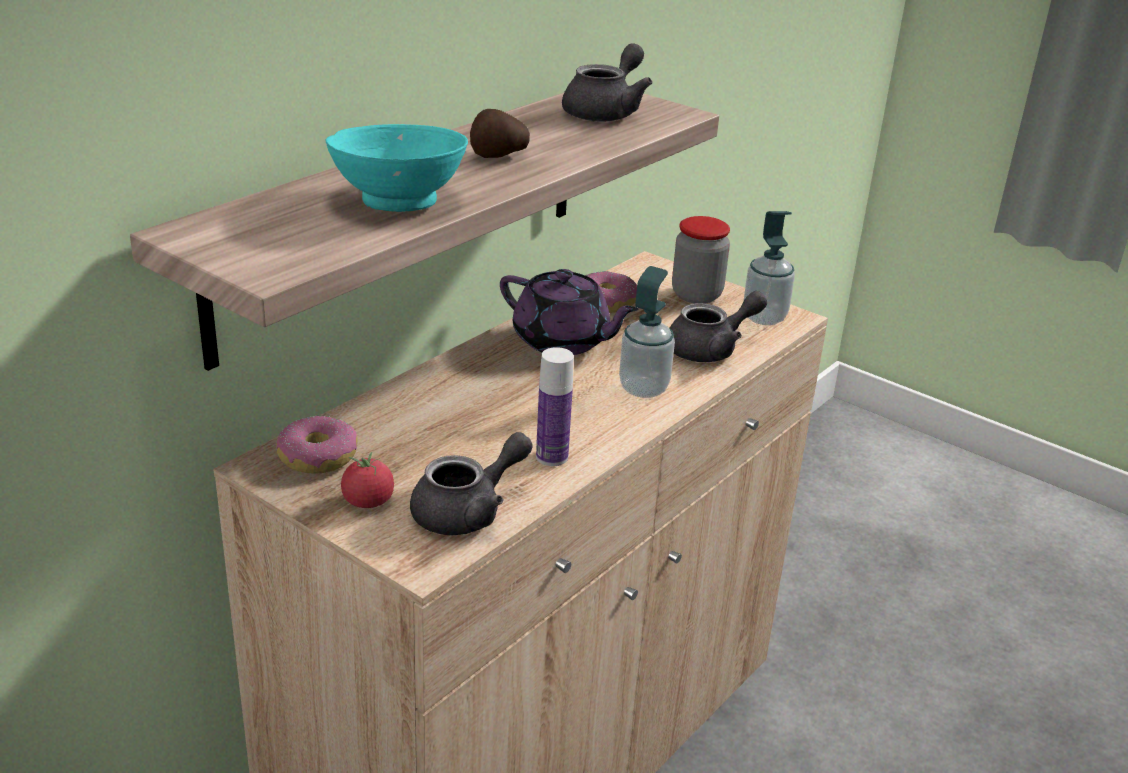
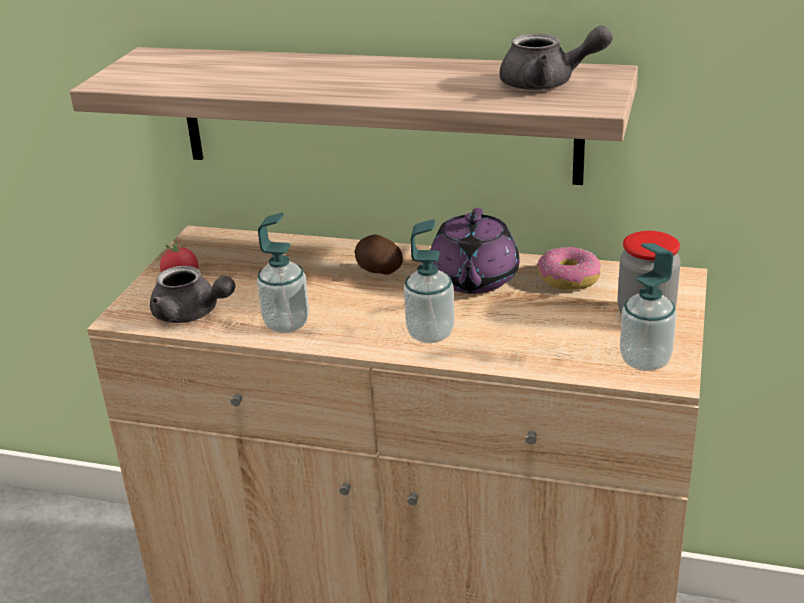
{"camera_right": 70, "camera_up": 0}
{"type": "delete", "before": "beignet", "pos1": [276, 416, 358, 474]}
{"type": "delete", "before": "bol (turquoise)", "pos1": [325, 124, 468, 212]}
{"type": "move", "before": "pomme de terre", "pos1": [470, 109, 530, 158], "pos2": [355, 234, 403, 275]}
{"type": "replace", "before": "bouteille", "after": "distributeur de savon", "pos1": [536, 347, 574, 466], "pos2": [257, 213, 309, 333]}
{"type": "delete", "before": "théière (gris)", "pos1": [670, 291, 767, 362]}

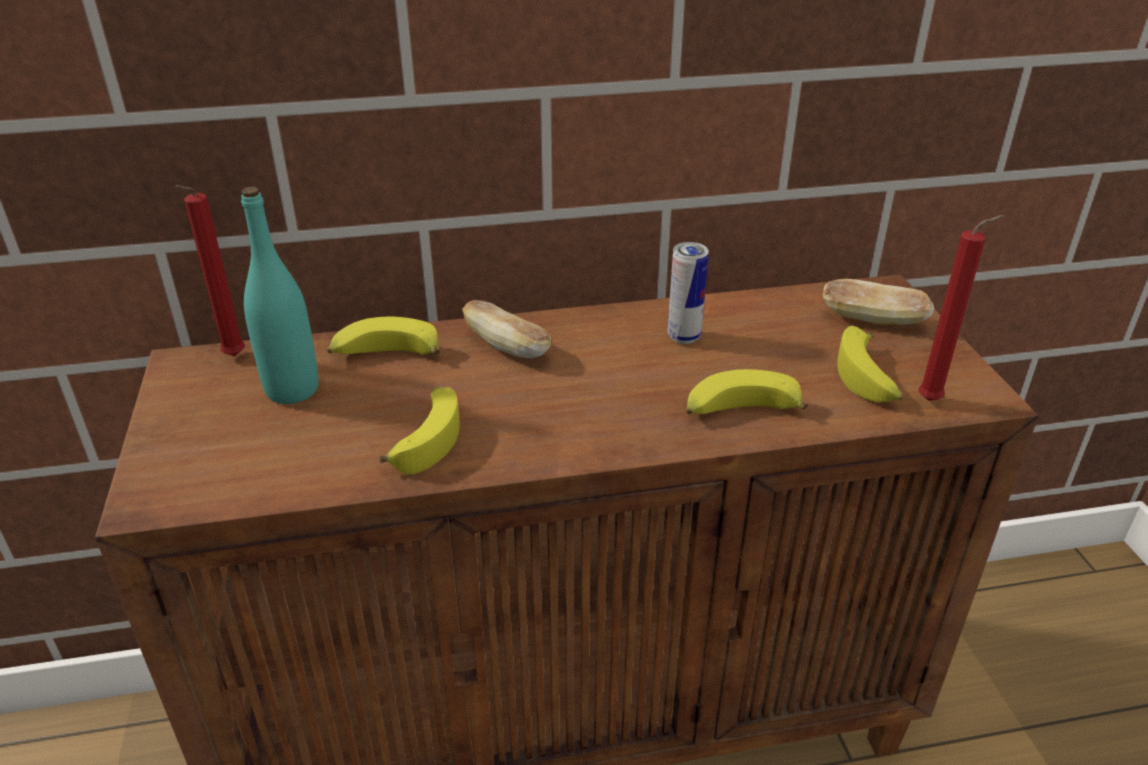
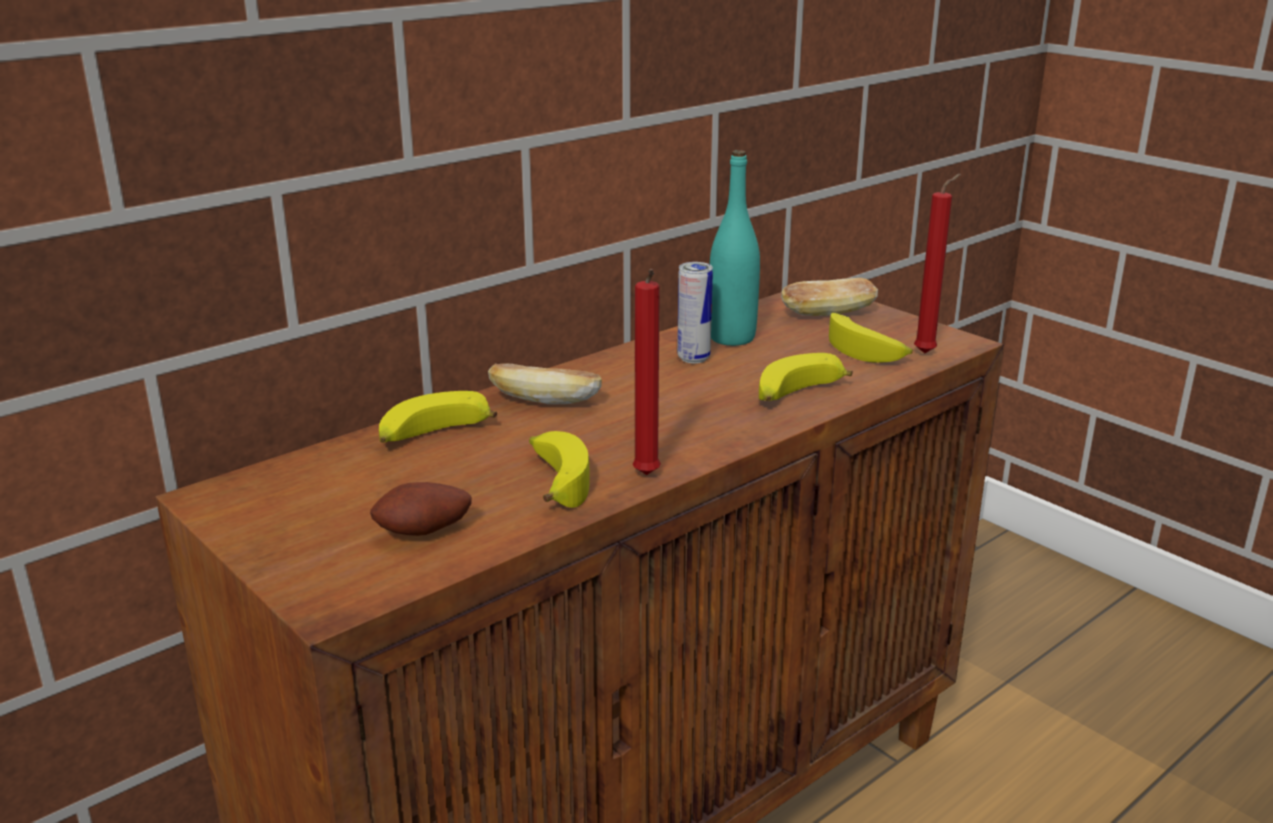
{"camera_right": -30, "camera_up": -10}
{"type": "move", "before": "bougie (rouge)", "pos1": [175, 185, 245, 356], "pos2": [633, 269, 661, 475]}
{"type": "move", "before": "bouteille (turquoise)", "pos1": [241, 187, 318, 404], "pos2": [710, 150, 760, 346]}
{"type": "insert", "after": "pomme de terre", "pos2": [370, 482, 472, 536]}

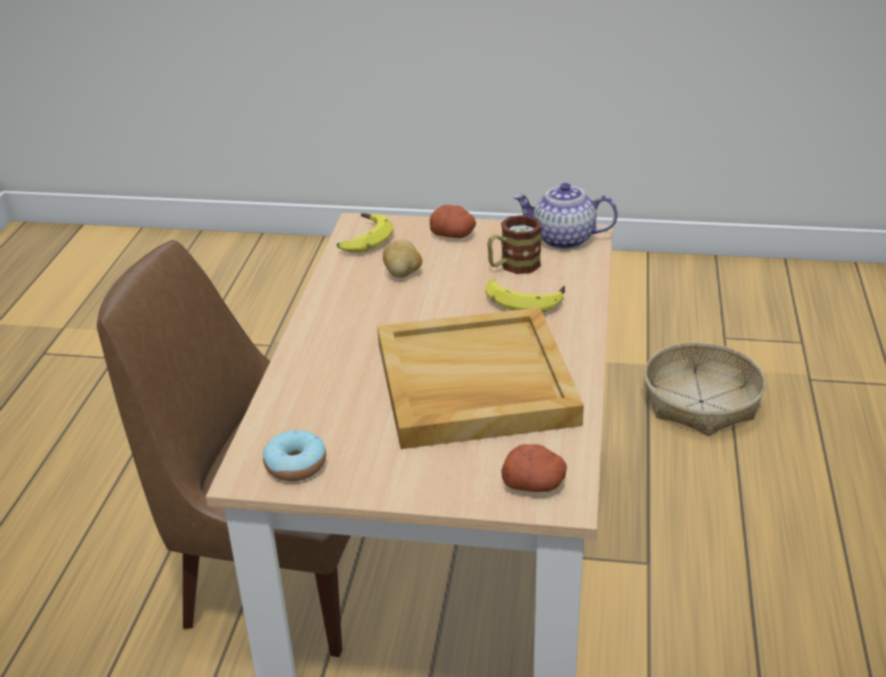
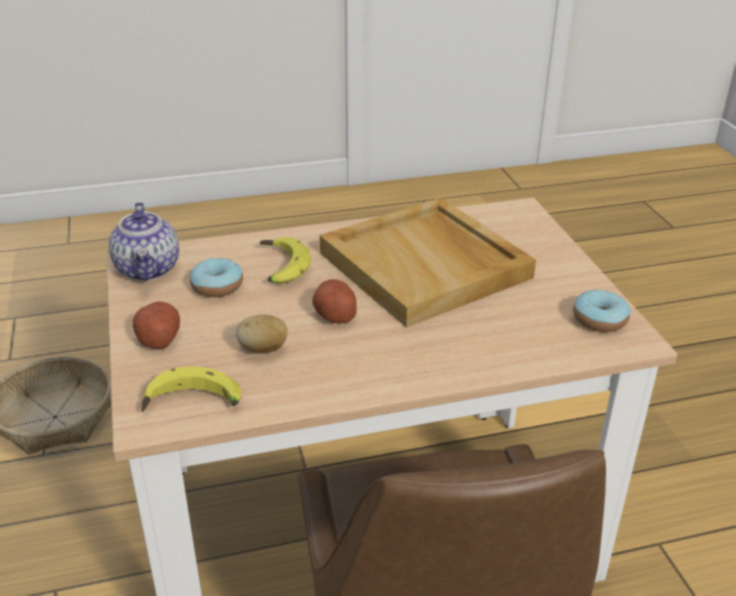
{"camera_right": -115, "camera_up": 0}
{"type": "replace", "before": "mug", "after": "beignet", "pos1": [487, 215, 542, 274], "pos2": [190, 258, 243, 297]}
{"type": "move", "before": "pomme de terre", "pos1": [501, 444, 567, 492], "pos2": [312, 279, 357, 324]}

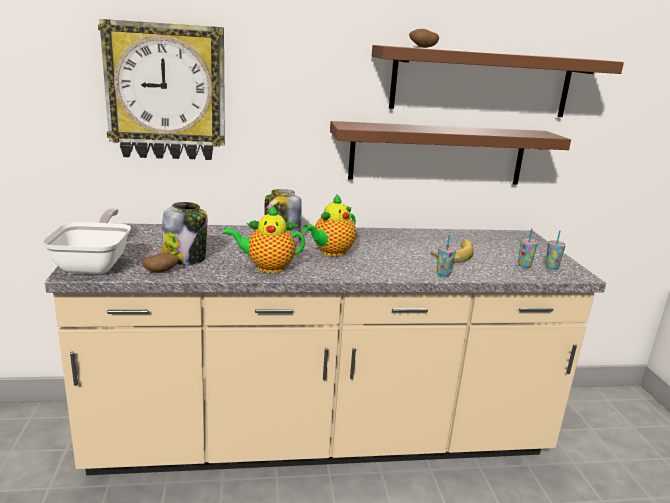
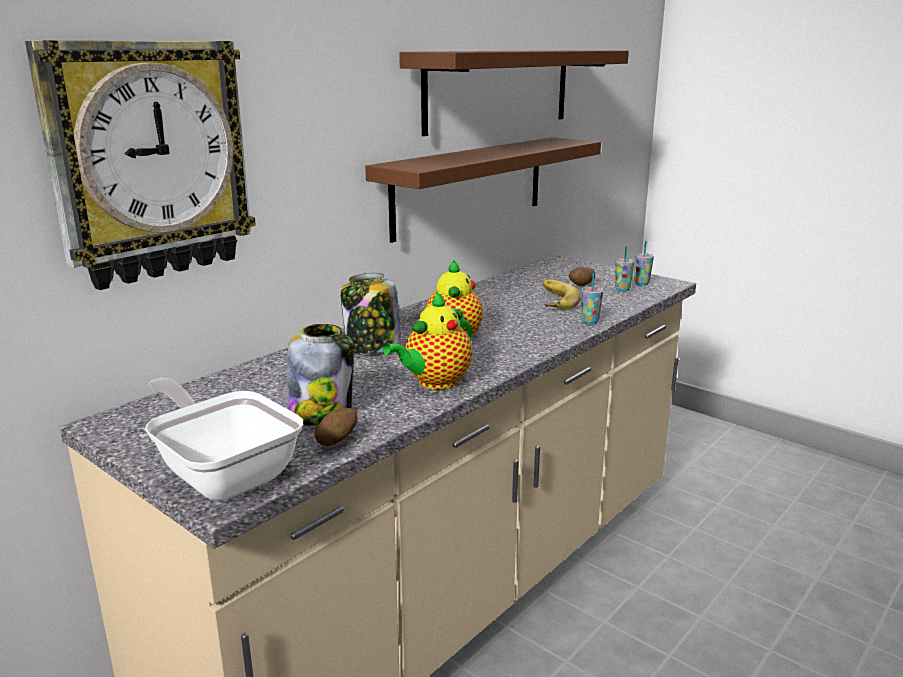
{"camera_right": -40, "camera_up": 0}
{"type": "move", "before": "pomme de terre", "pos1": [409, 29, 439, 48], "pos2": [569, 267, 595, 286]}

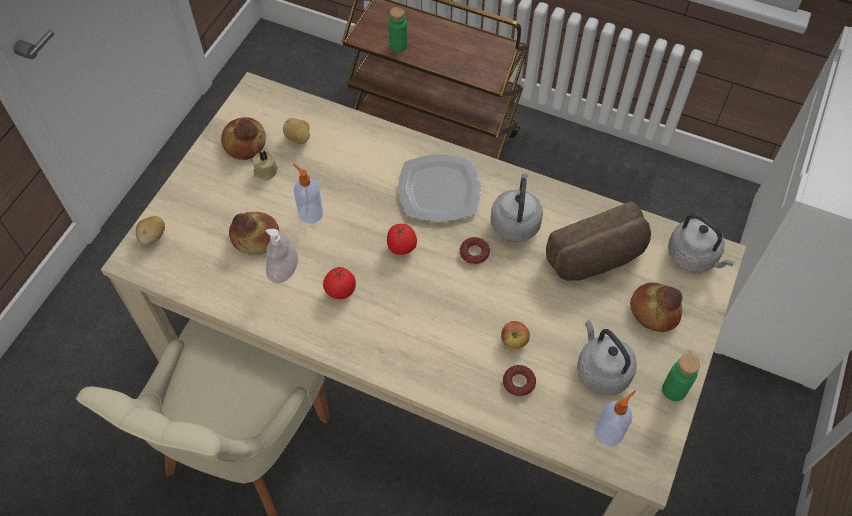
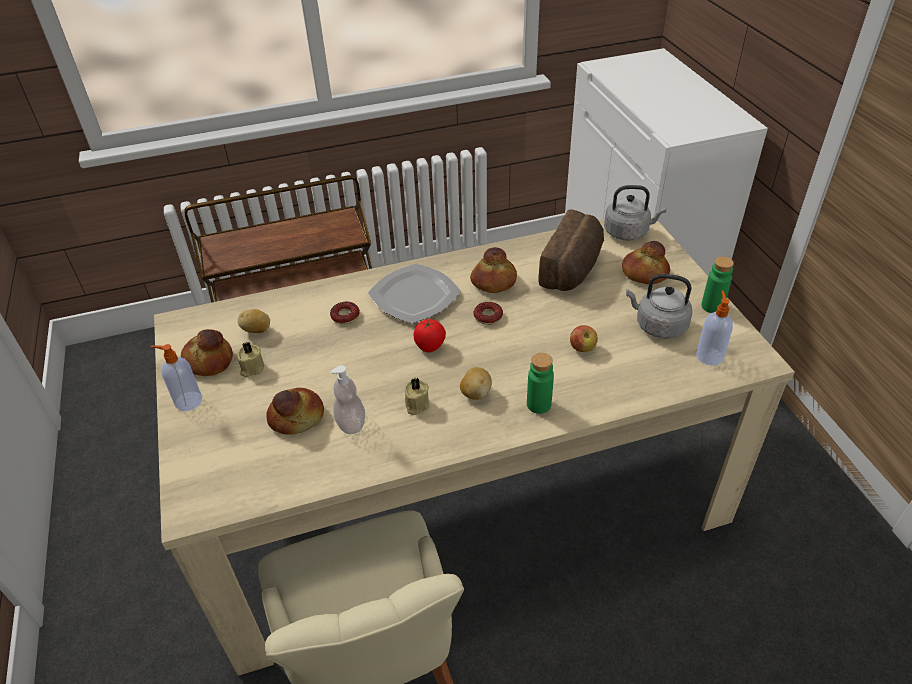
{"camera_right": -40, "camera_up": -15}
{"type": "move", "before": "pomme de terre", "pos1": [136, 216, 165, 245], "pos2": [460, 367, 492, 400]}
{"type": "move", "before": "distributeur de savon", "pos1": [293, 164, 323, 224], "pos2": [150, 344, 202, 411]}
{"type": "replace", "before": "tomate", "after": "bougie (beige)", "pos1": [323, 267, 356, 299], "pos2": [405, 378, 430, 415]}
{"type": "move", "before": "bouteille (vert)", "pos1": [389, 7, 407, 52], "pos2": [527, 353, 554, 414]}
{"type": "replace", "before": "bouilloire (gris)", "after": "pain", "pos1": [491, 173, 543, 242], "pos2": [470, 247, 517, 293]}
{"type": "move", "before": "beignet", "pos1": [503, 365, 536, 397], "pos2": [330, 302, 360, 324]}

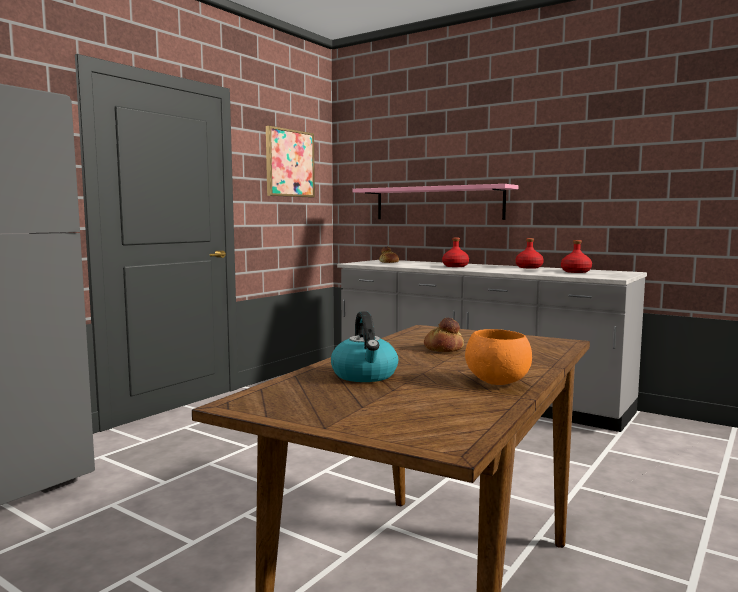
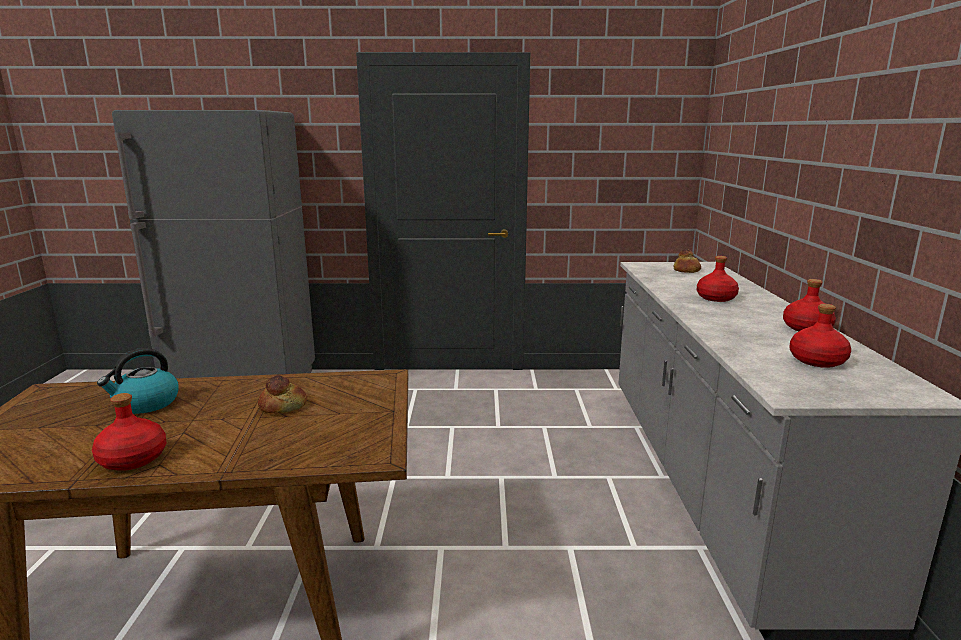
{"camera_right": 55, "camera_up": 10}
{"type": "delete", "before": "tableau", "pos1": [266, 126, 315, 198]}
{"type": "delete", "before": "étagère (rose)", "pos1": [352, 184, 518, 220]}
{"type": "replace", "before": "bol (orange)", "after": "bouteille (rouge)", "pos1": [465, 329, 532, 385], "pos2": [92, 393, 166, 471]}

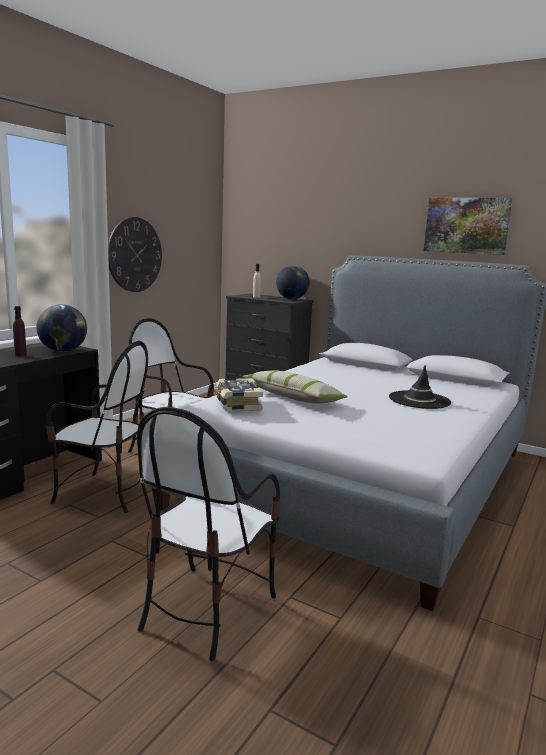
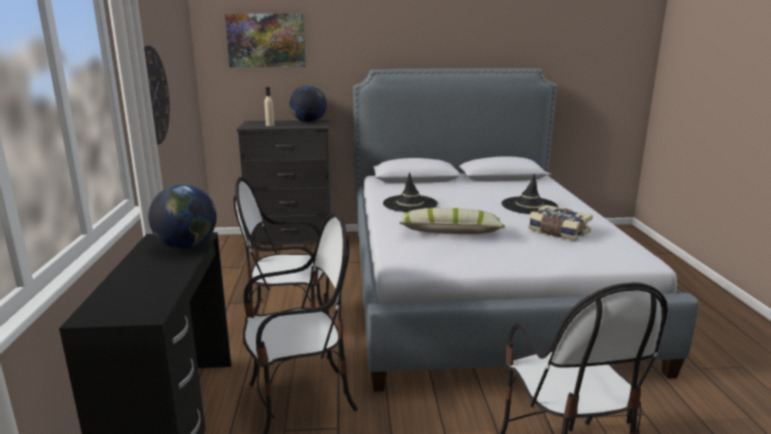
{"camera_right": -35, "camera_up": 5}
{"type": "delete", "before": "bouteille (violet)", "pos1": [13, 306, 27, 356]}
{"type": "move", "before": "livre", "pos1": [216, 378, 263, 412], "pos2": [528, 205, 593, 241]}
{"type": "move", "before": "tableau", "pos1": [423, 198, 513, 255], "pos2": [225, 14, 306, 67]}
{"type": "insert", "after": "chapeau (noir)", "pos2": [383, 172, 438, 212]}

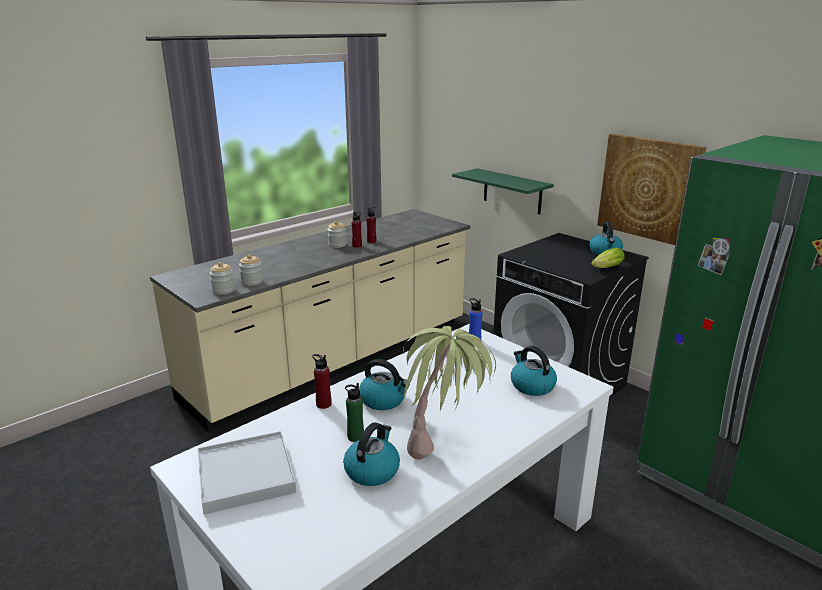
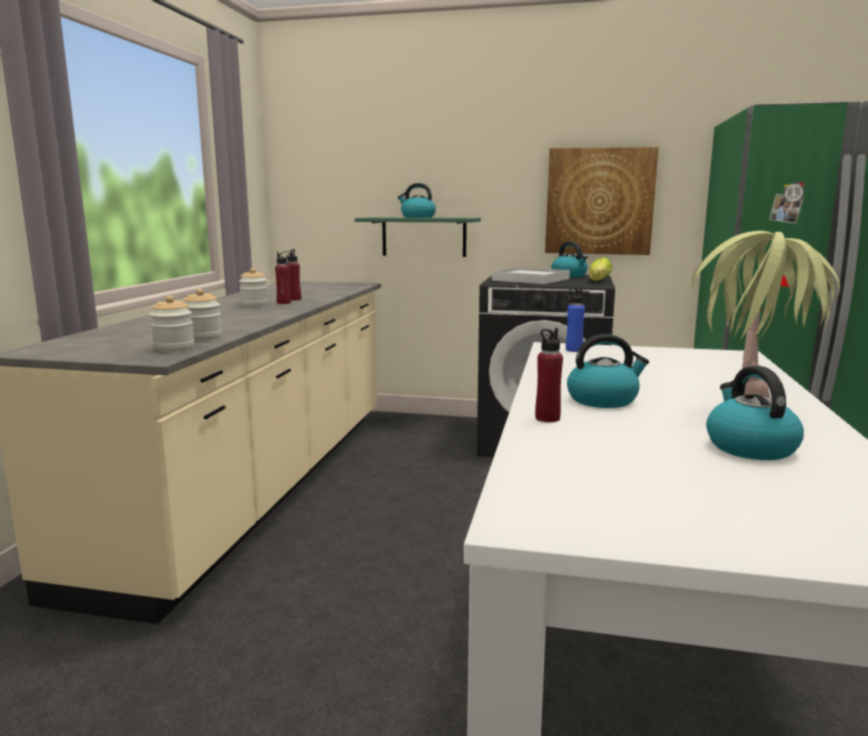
{"camera_right": -35, "camera_up": -10}
{"type": "move", "before": "plateau (blanc)", "pos1": [198, 431, 296, 515], "pos2": [492, 267, 570, 284]}
{"type": "delete", "before": "bouteille (vert)", "pos1": [345, 383, 364, 442]}
{"type": "move", "before": "bouilloire", "pos1": [511, 346, 557, 396], "pos2": [398, 183, 436, 218]}

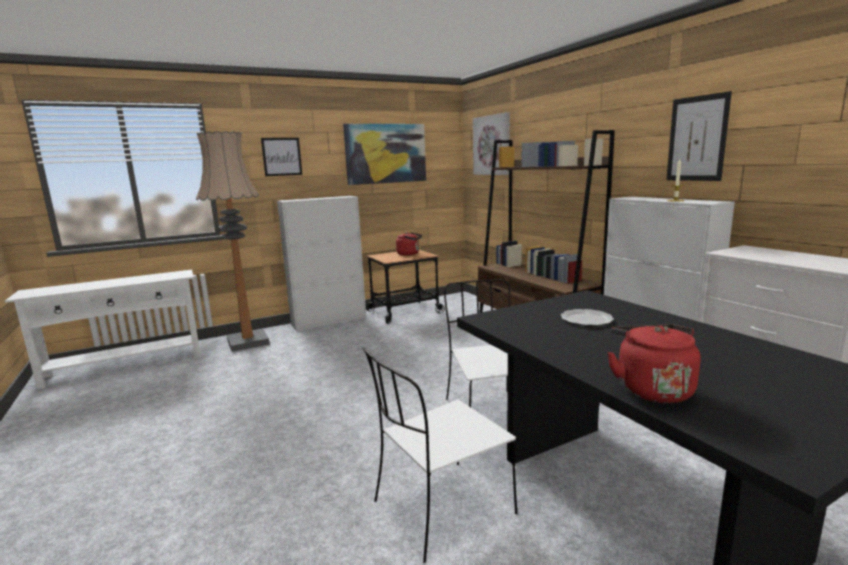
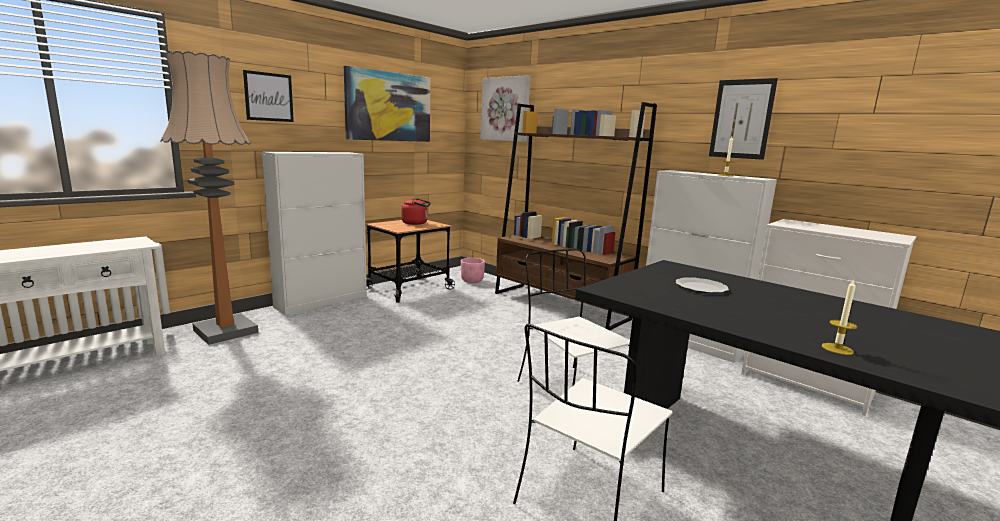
{"camera_right": -20, "camera_up": 0}
{"type": "replace", "before": "bouilloire (rouge)", "after": "bougie", "pos1": [607, 324, 701, 403], "pos2": [822, 279, 857, 355]}
{"type": "insert", "after": "cache-pot (rose)", "pos2": [461, 258, 485, 283]}

